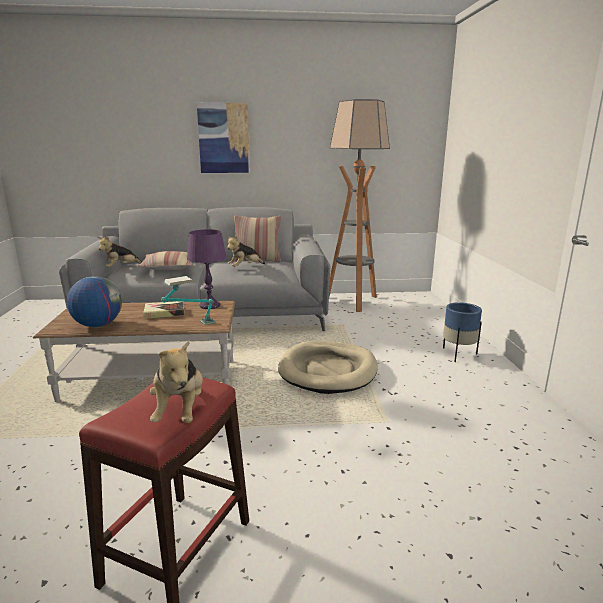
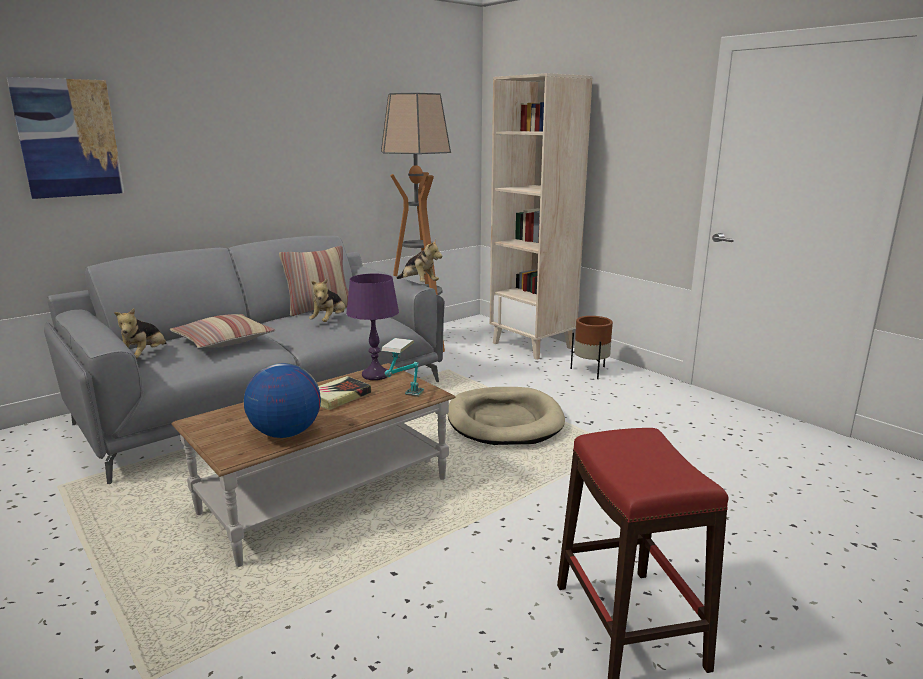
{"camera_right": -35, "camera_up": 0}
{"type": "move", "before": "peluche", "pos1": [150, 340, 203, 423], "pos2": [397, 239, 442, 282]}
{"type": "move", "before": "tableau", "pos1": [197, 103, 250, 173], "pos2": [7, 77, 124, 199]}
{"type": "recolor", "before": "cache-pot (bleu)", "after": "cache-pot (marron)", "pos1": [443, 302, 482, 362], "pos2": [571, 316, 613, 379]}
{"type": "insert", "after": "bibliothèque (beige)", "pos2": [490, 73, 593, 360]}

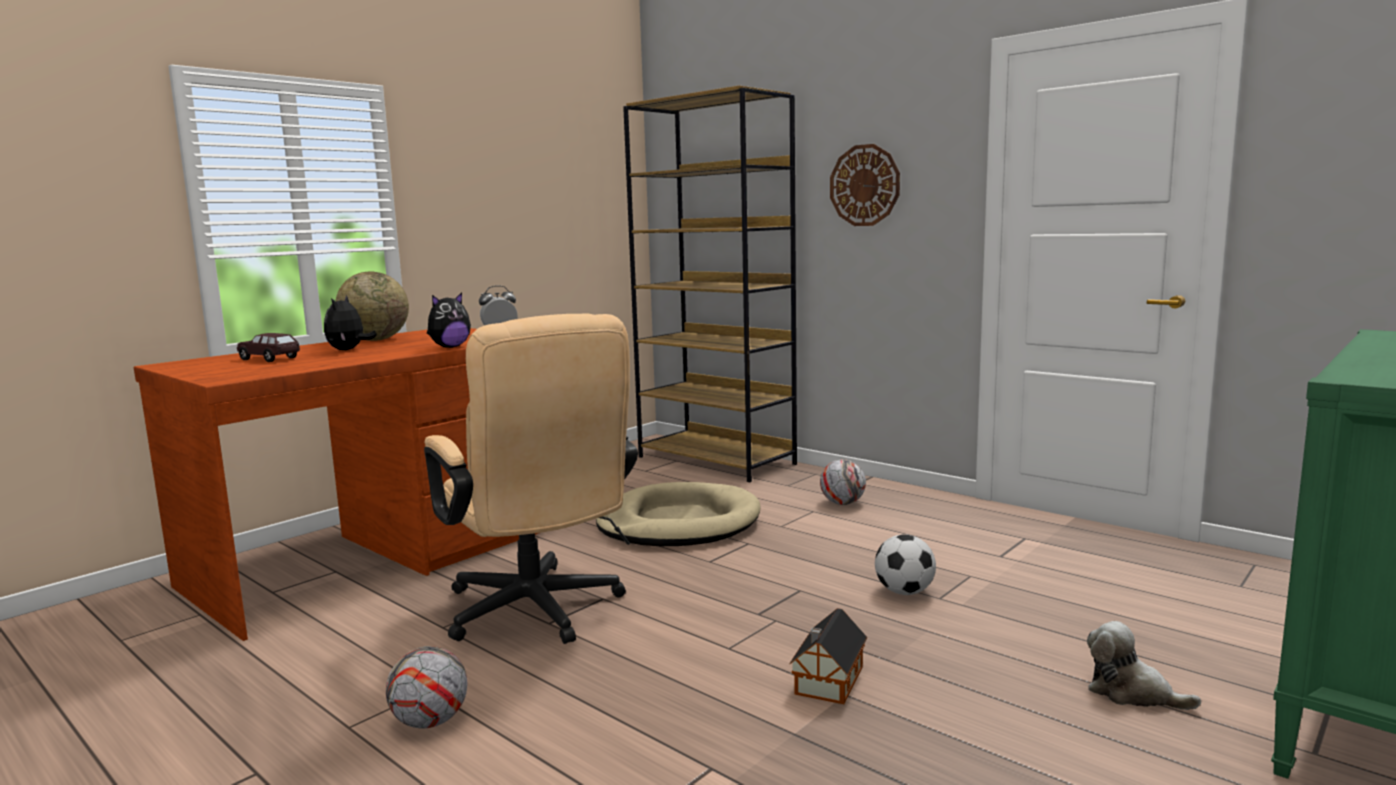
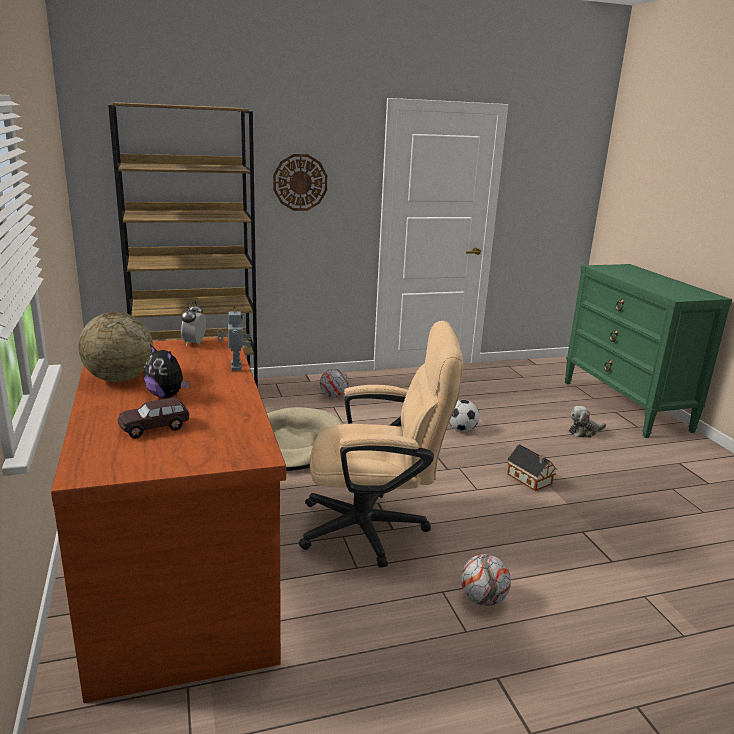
{"camera_right": -60, "camera_up": 10}
{"type": "replace", "before": "peluche", "after": "robot jouet", "pos1": [427, 293, 471, 348], "pos2": [217, 305, 251, 371]}

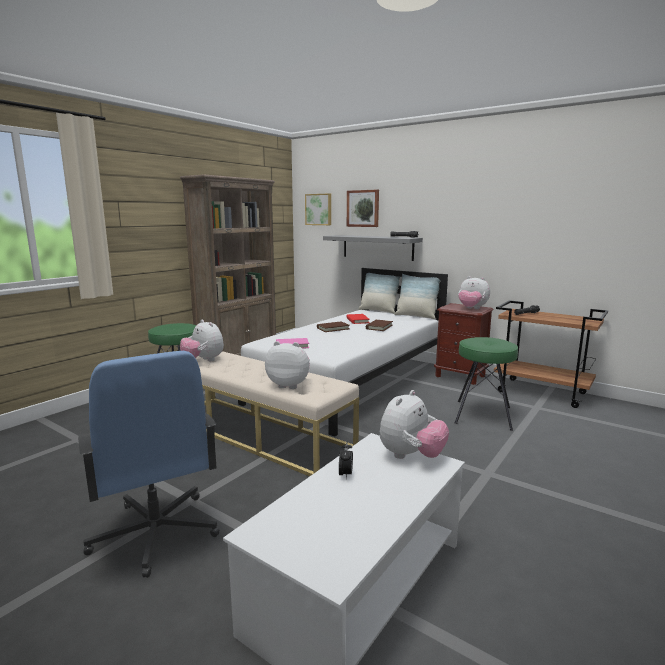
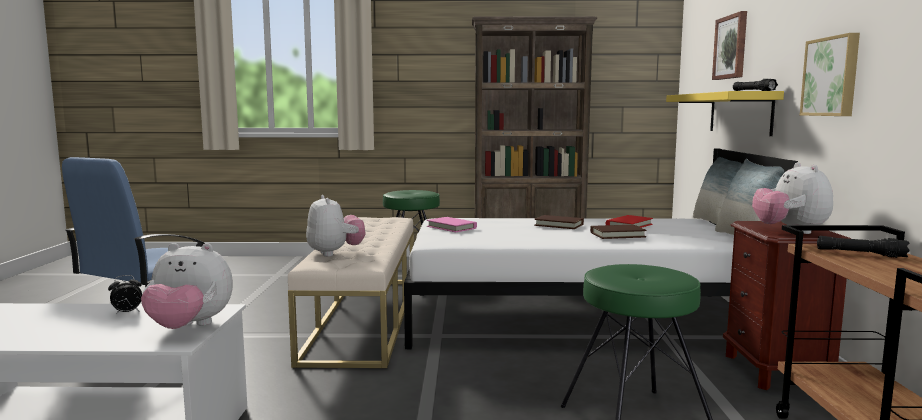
{"camera_right": 55, "camera_up": -5}
{"type": "delete", "before": "peluche", "pos1": [180, 320, 224, 361]}
{"type": "move", "before": "tableau", "pos1": [305, 194, 331, 225], "pos2": [800, 33, 860, 116]}
{"type": "recolor", "before": "étagère (gris)", "after": "étagère (jaune)", "pos1": [323, 235, 423, 261], "pos2": [666, 91, 784, 136]}

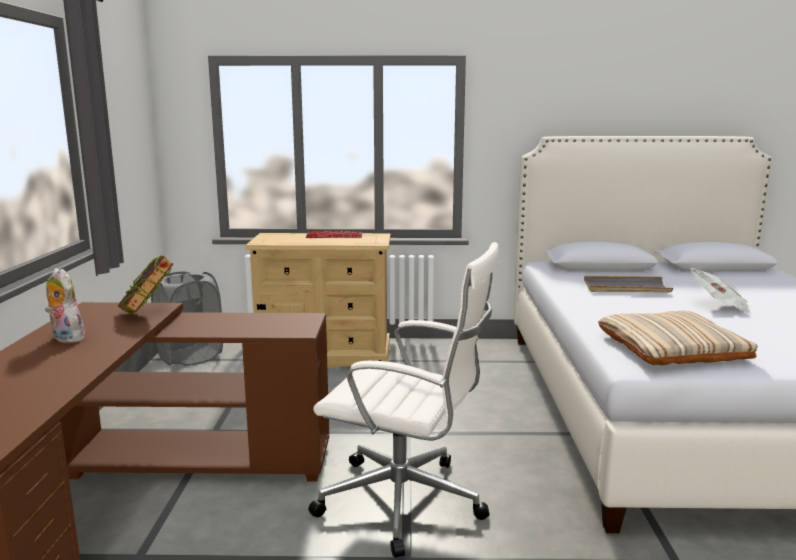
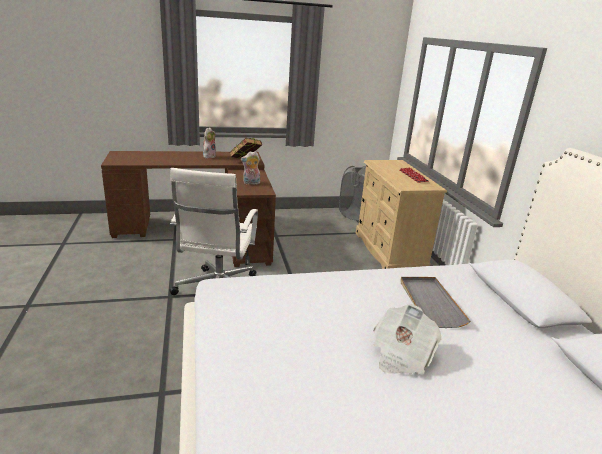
{"camera_right": 75, "camera_up": 10}
{"type": "delete", "before": "coussin (beige)", "pos1": [598, 311, 758, 365]}
{"type": "insert", "after": "peluche", "pos2": [241, 151, 260, 185]}

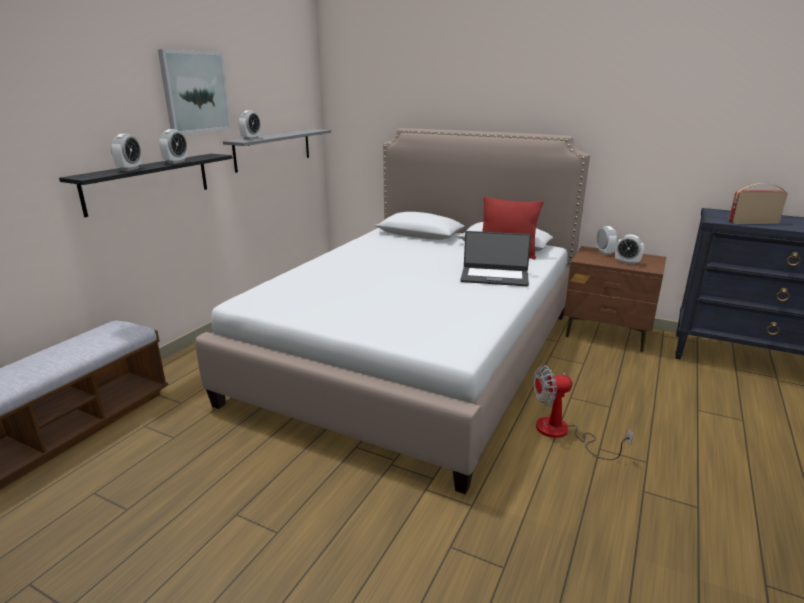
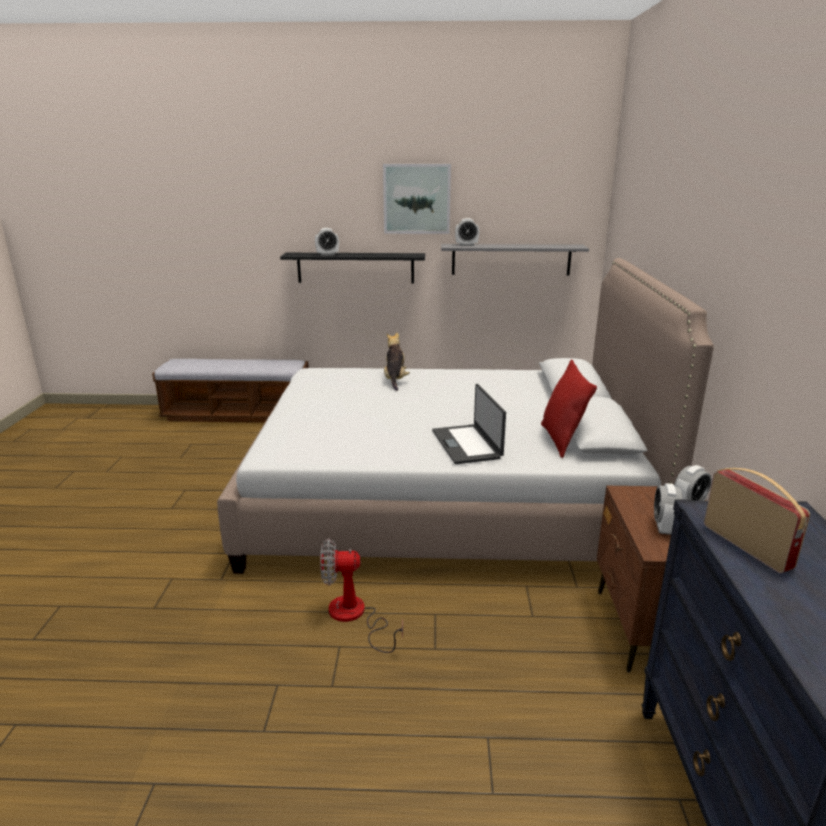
{"camera_right": 65, "camera_up": 0}
{"type": "delete", "before": "réveil", "pos1": [159, 129, 188, 164]}
{"type": "rotate", "before": "ventilateur", "pos1": [534, 365, 633, 460], "pos2": [320, 538, 403, 653], "turn": -60}
{"type": "insert", "after": "peluche", "pos2": [384, 333, 410, 391]}

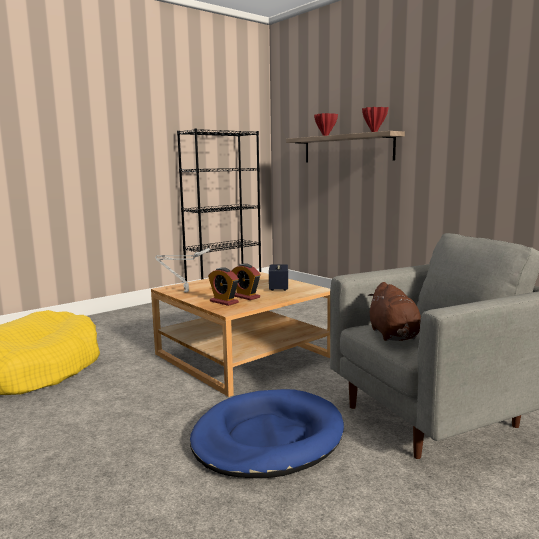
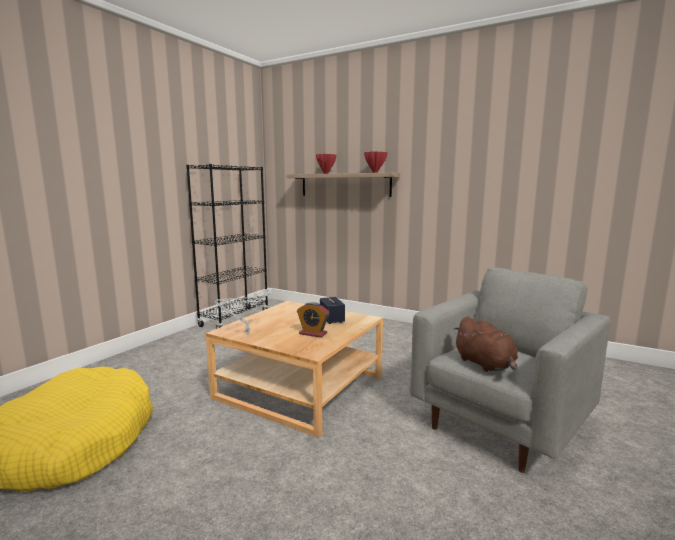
{"camera_right": -20, "camera_up": 0}
{"type": "delete", "before": "panier pour chien (bleu)", "pos1": [190, 389, 344, 478]}
{"type": "delete", "before": "réveil", "pos1": [208, 267, 239, 306]}

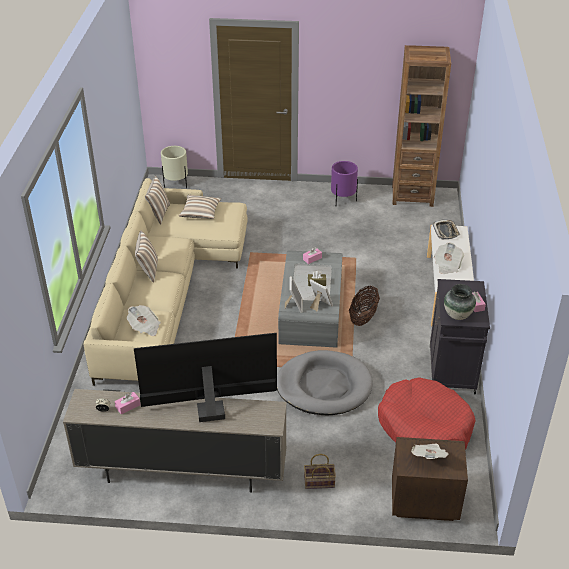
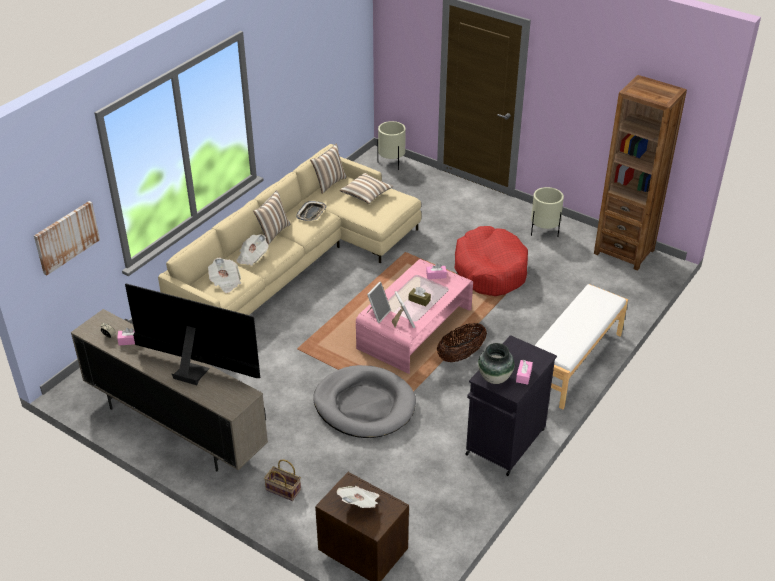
{"camera_right": 30, "camera_up": 0}
{"type": "recolor", "before": "table basse (gris)", "after": "table basse (rose)", "pos1": [278, 250, 343, 348], "pos2": [356, 259, 473, 374]}
{"type": "recolor", "before": "cache-pot (violet)", "after": "cache-pot (beige)", "pos1": [331, 161, 358, 205], "pos2": [531, 187, 564, 237]}
{"type": "move", "before": "panier pour chien (rouge)", "pos1": [378, 377, 476, 450], "pos2": [454, 226, 528, 296]}
{"type": "move", "before": "plateau", "pos1": [432, 219, 460, 239], "pos2": [296, 201, 327, 221]}
{"type": "move", "before": "journal", "pos1": [434, 242, 464, 274], "pos2": [236, 234, 268, 266]}
{"type": "insert", "after": "tableau", "pos2": [34, 201, 100, 276]}

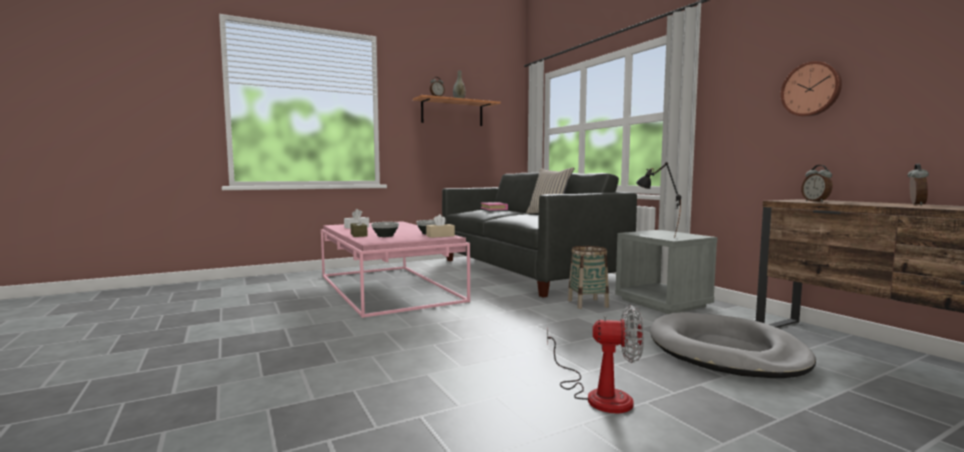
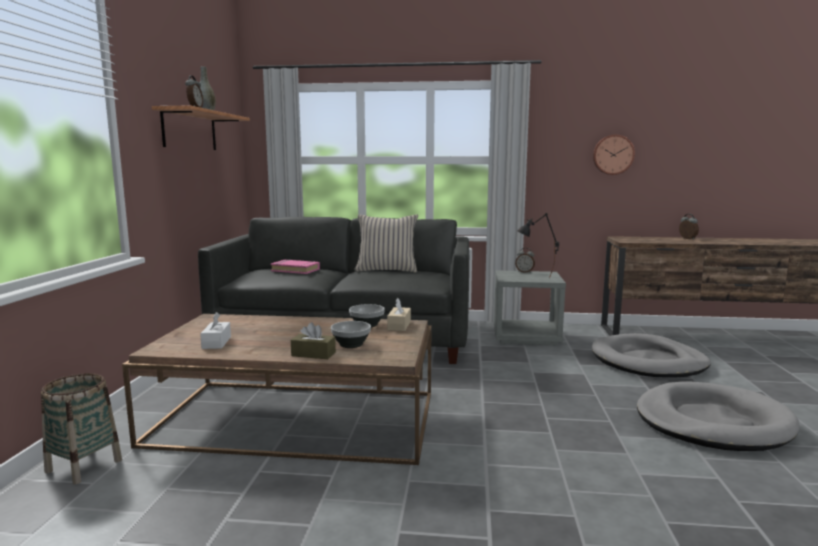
{"camera_right": -55, "camera_up": 5}
{"type": "recolor", "before": "table basse (rose)", "after": "table basse (marron)", "pos1": [321, 221, 470, 318], "pos2": [122, 314, 432, 466]}
{"type": "replace", "before": "ventilateur", "after": "panier pour chien (gris)", "pos1": [547, 305, 644, 413], "pos2": [637, 381, 800, 451]}
{"type": "move", "before": "panier", "pos1": [568, 246, 609, 309], "pos2": [41, 373, 122, 484]}
{"type": "move", "before": "réveil", "pos1": [801, 165, 833, 202], "pos2": [515, 248, 535, 273]}

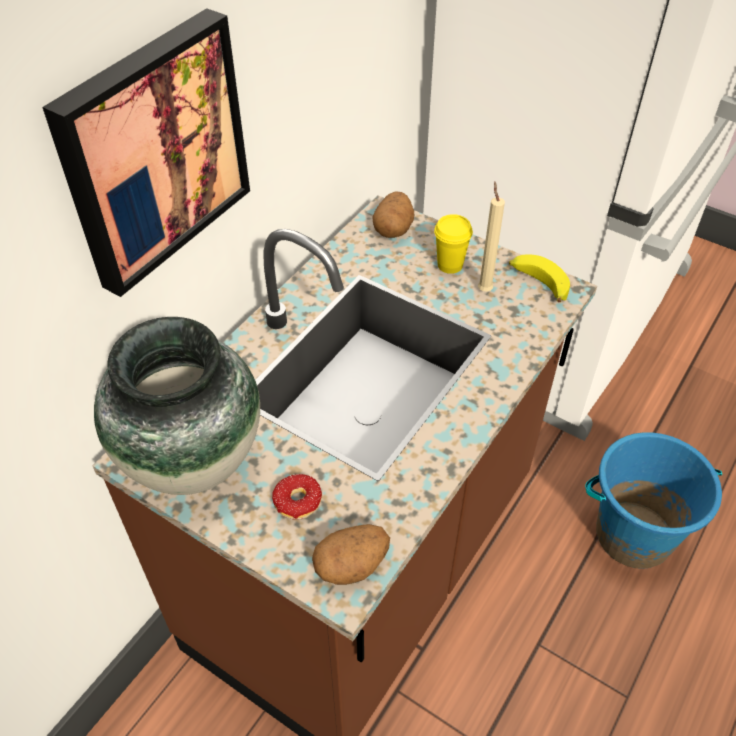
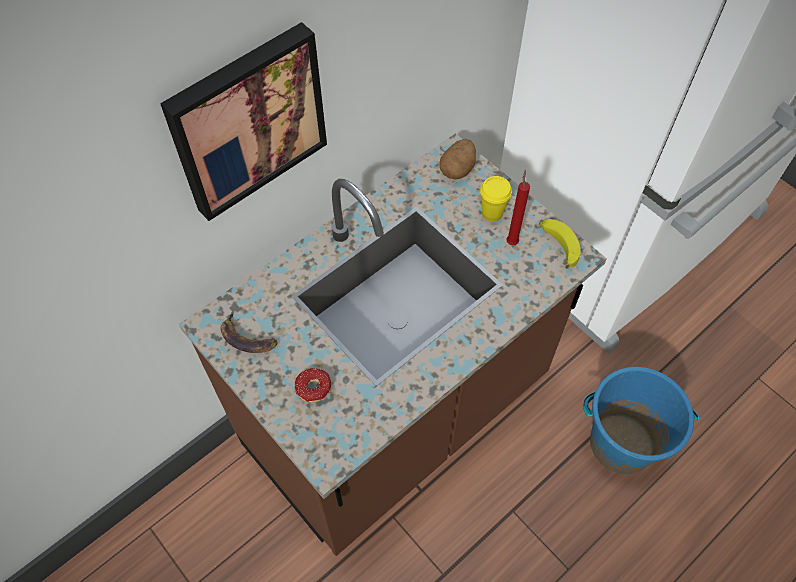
{"camera_right": 15, "camera_up": 10}
{"type": "replace", "before": "vase", "after": "banane", "pos1": [94, 317, 260, 495], "pos2": [221, 310, 278, 353]}
{"type": "delete", "before": "pomme de terre", "pos1": [312, 524, 390, 585]}
{"type": "recolor", "before": "bougie (beige)", "after": "bougie (rouge)", "pos1": [478, 182, 505, 292], "pos2": [506, 170, 530, 246]}

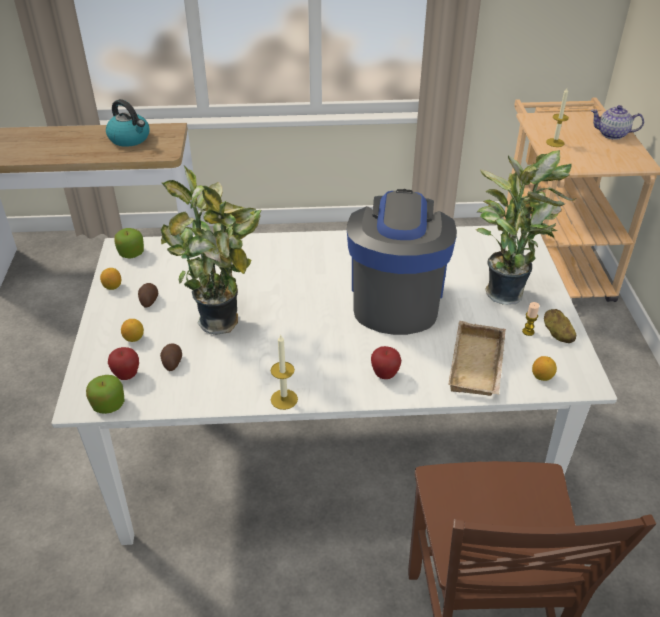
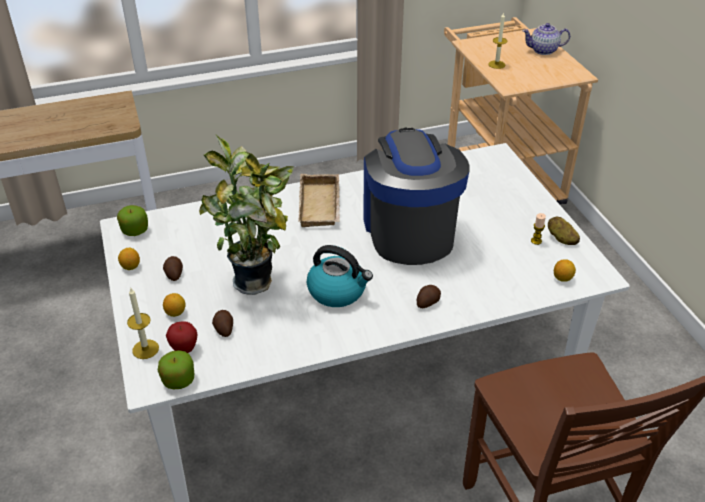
{"camera_right": -15, "camera_up": 0}
{"type": "move", "before": "bouilloire", "pos1": [106, 99, 149, 147], "pos2": [307, 245, 373, 307]}
{"type": "move", "before": "bougie", "pos1": [271, 334, 298, 410], "pos2": [127, 288, 159, 359]}
{"type": "replace", "before": "pomme", "after": "pomme de terre", "pos1": [371, 346, 401, 379], "pos2": [417, 285, 441, 308]}
{"type": "move", "before": "plateau (beige)", "pos1": [448, 321, 506, 396], "pos2": [298, 174, 340, 227]}
{"type": "delete", "before": "plante en pot", "pos1": [476, 150, 577, 305]}

